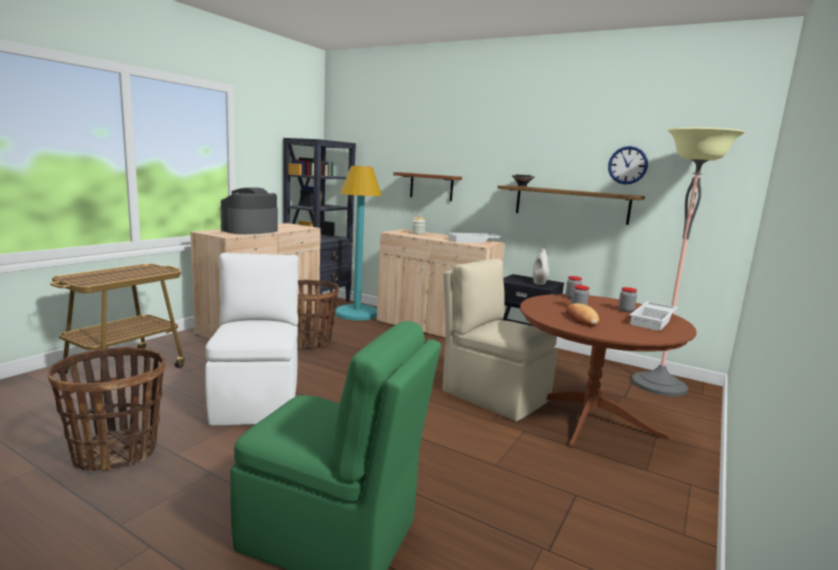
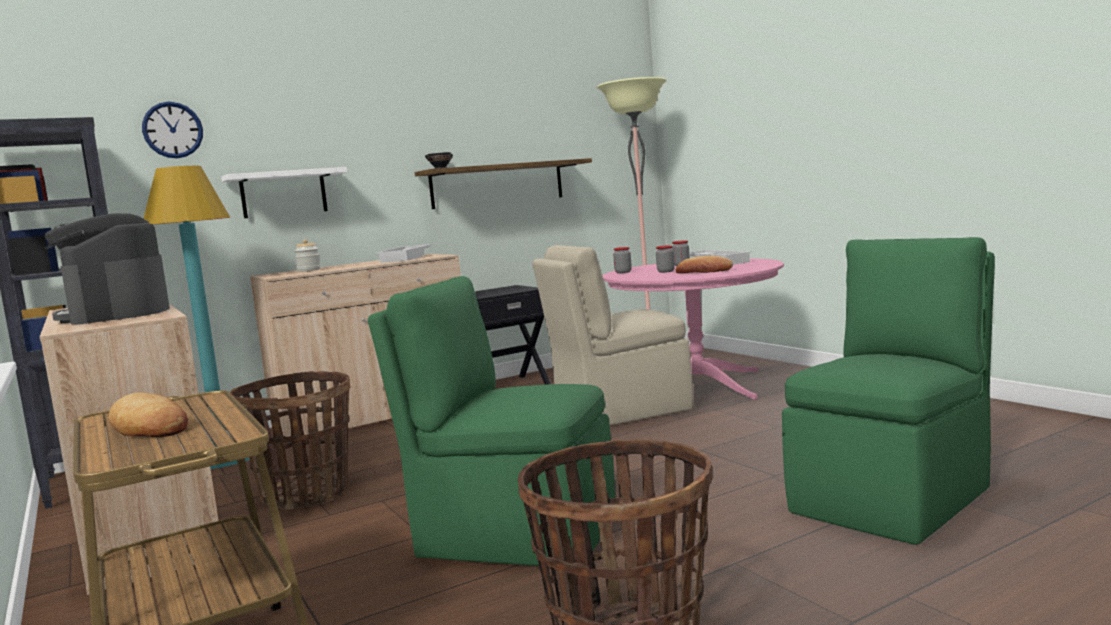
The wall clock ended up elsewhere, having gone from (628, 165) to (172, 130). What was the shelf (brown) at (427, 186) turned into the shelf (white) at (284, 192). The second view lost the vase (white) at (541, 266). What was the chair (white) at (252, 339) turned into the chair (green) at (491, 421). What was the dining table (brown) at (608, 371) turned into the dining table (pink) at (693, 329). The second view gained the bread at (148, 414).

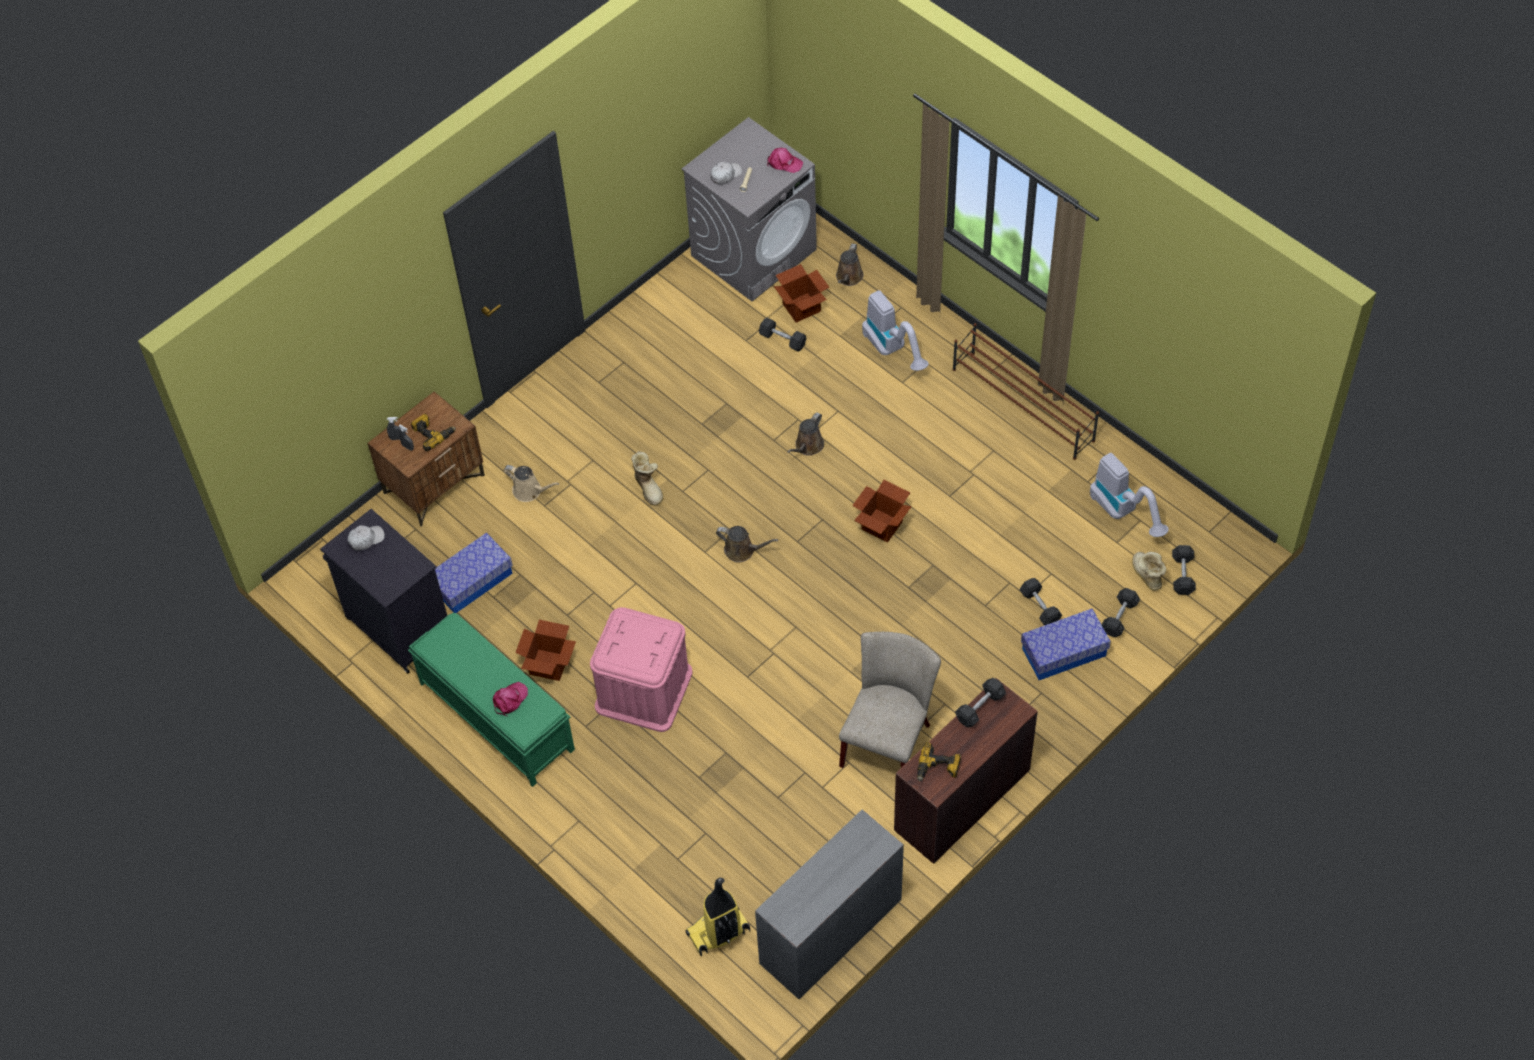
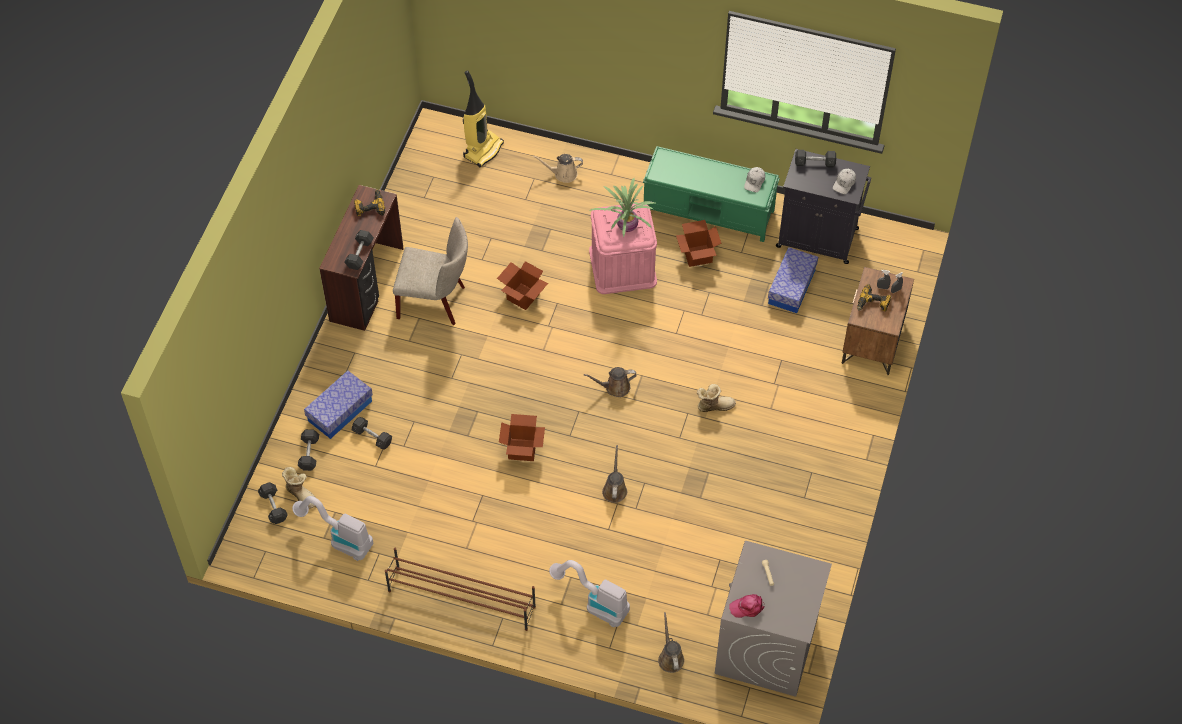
The cap (white) ended up elsewhere, having gone from (726, 173) to (754, 179). The cardboard box ended up elsewhere, having gone from (801, 293) to (522, 285). The dumbbell (grey) ended up elsewhere, having gone from (782, 334) to (815, 159). The boot at (647, 478) ended up facing another way, 135 degrees clockwise from before. The watering can (beige) ended up elsewhere, having gone from (531, 483) to (558, 168). The chair (beige) at (890, 700) ended up facing another way, 75 degrees counterclockwise from before. The second view lost the cap (pink) at (510, 699). The second view lost the desk (grey) at (829, 904). The second view gained the potted plant at (623, 208).

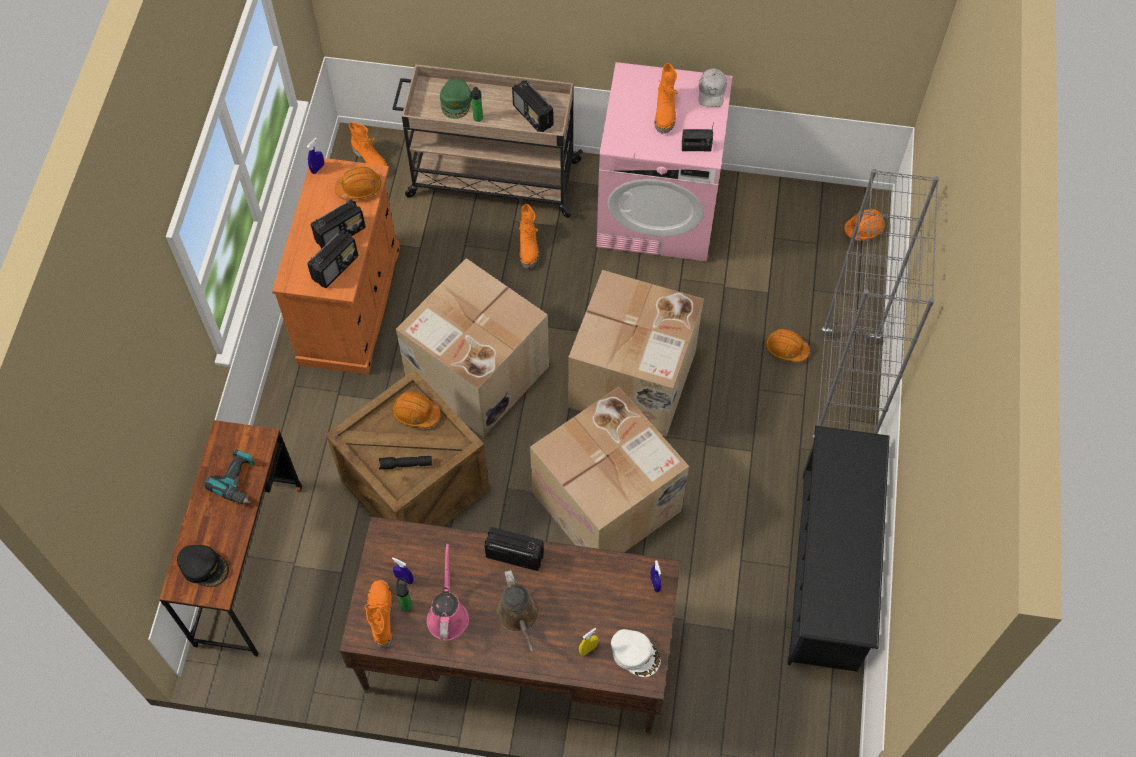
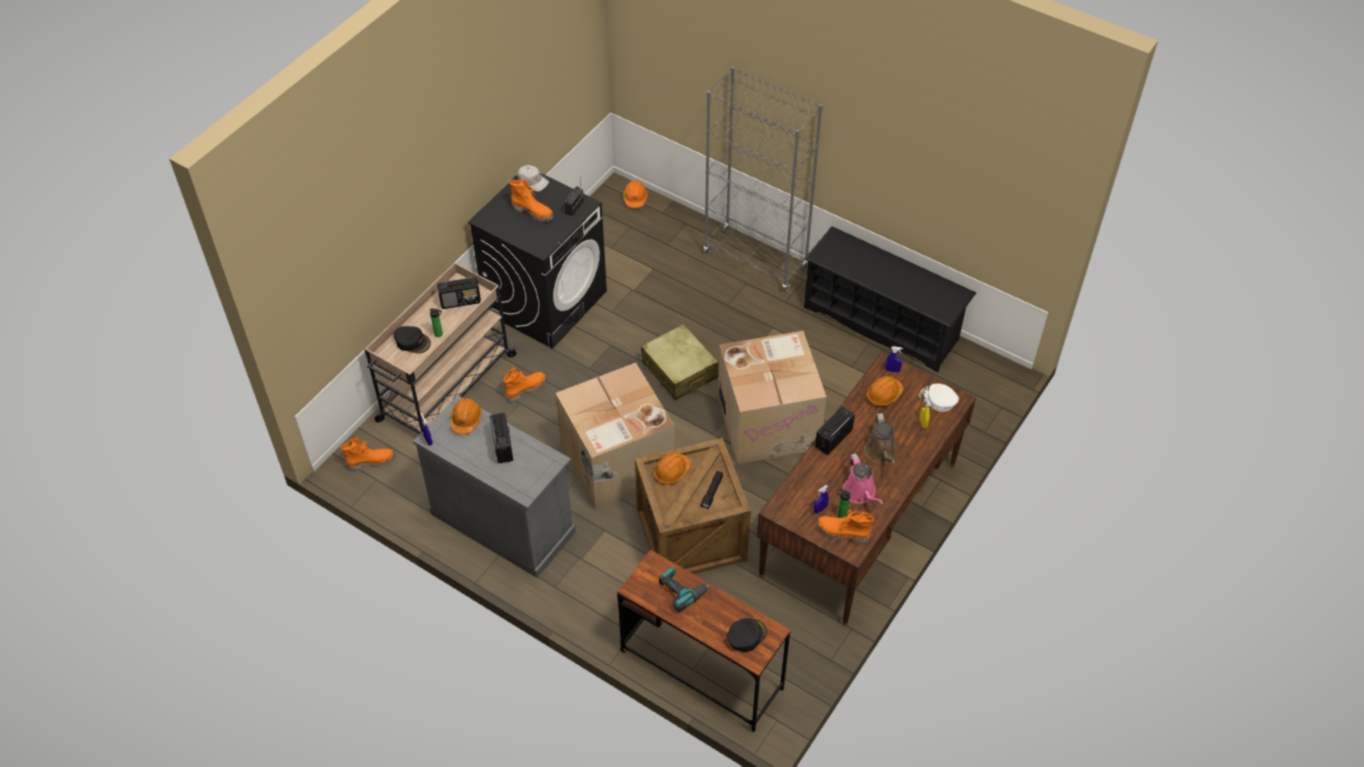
What was the washing machine (pink) at (665, 161) turned into the washing machine (black) at (537, 261). What was the cap (green) at (456, 98) turned into the cap (black) at (412, 339). What was the cabinet (orange) at (336, 266) turned into the cabinet (grey) at (494, 486). The boot (orange) at (529, 236) ended up facing another way, 60 degrees counterclockwise from before. The second view lost the radio at (332, 259). Where the cardboard box stood at (636, 353), the suitcase (beige) came to stand at (679, 362). The hard hat (orange) ended up elsewhere, having gone from (788, 345) to (884, 391). The watering can (pink) at (448, 592) ended up facing another way, 135 degrees counterclockwise from before. The watering can (brown) at (517, 611) ended up facing another way, 75 degrees clockwise from before. The cap (white) at (636, 653) ended up facing another way, 120 degrees counterclockwise from before.

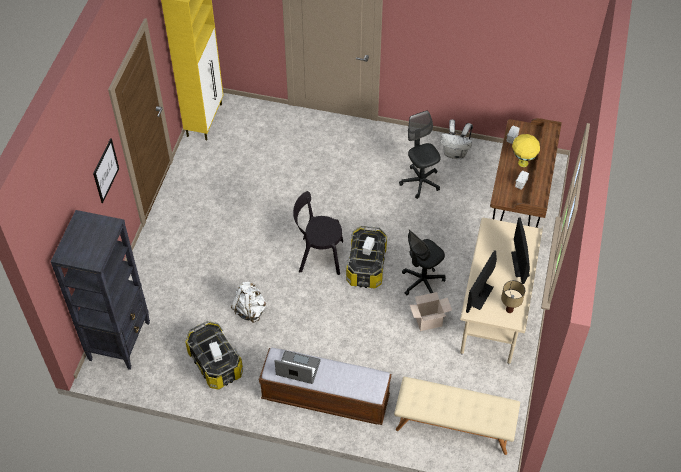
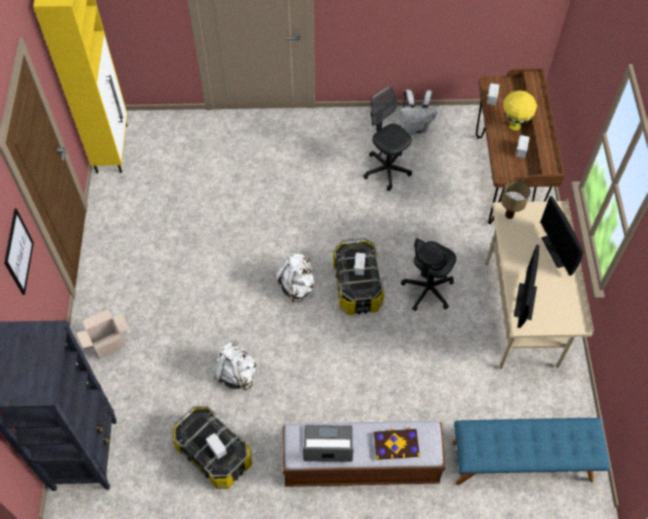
Where the chair (black) stood at (318, 233), the backpack (white) came to stand at (294, 278). The table lamp ended up elsewhere, having gone from (513, 296) to (515, 199). The cardboard box ended up elsewhere, having gone from (431, 311) to (102, 334). What was the bench (beige) at (457, 416) turned into the bench (blue) at (531, 451). The second view gained the book at (396, 443).

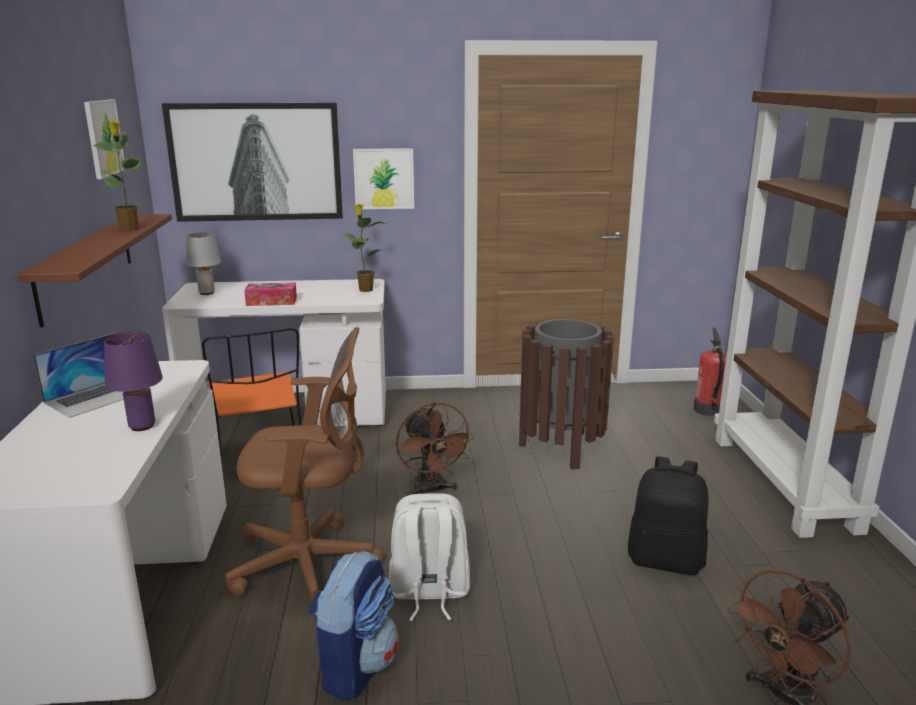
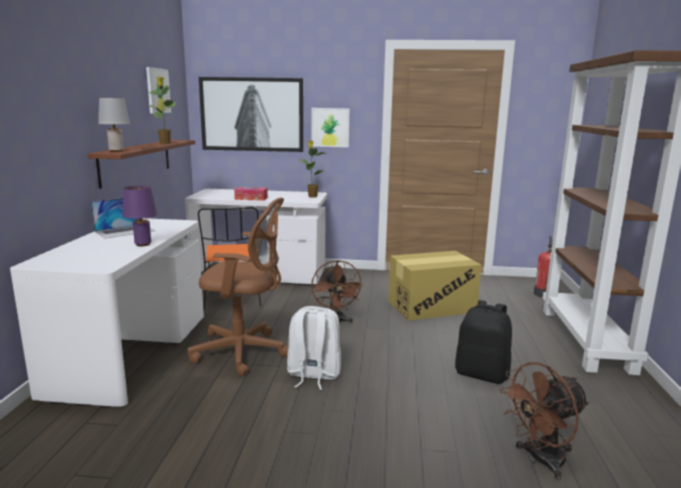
The table lamp (grey) ended up elsewhere, having gone from (203, 263) to (114, 125). Where the trash can (brown) stood at (566, 394), the cardboard box came to stand at (434, 286). The second view lost the backpack at (353, 626).

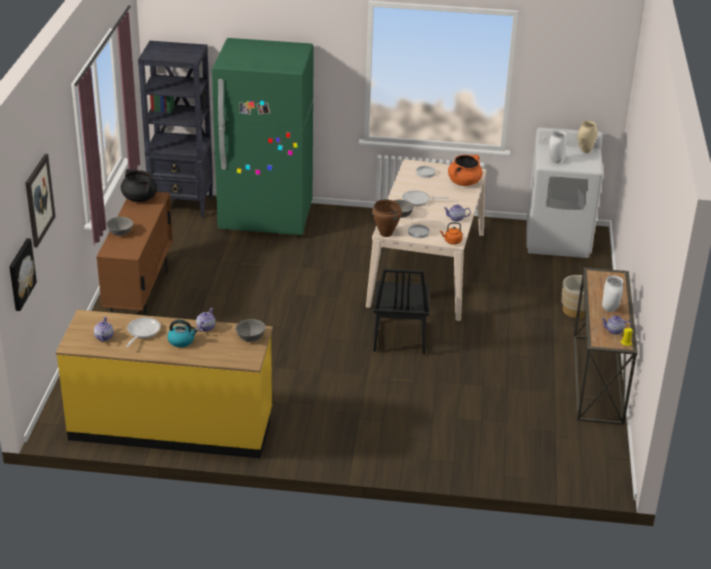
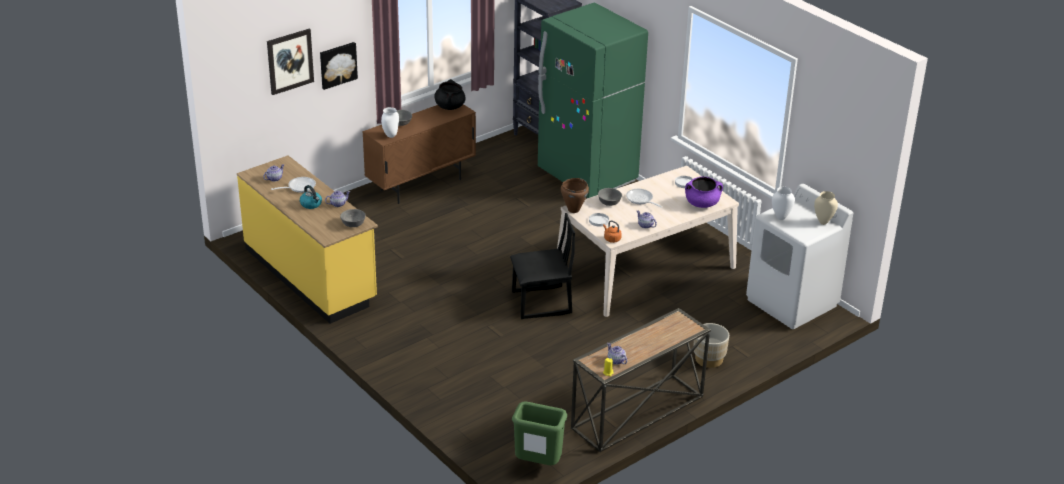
What was the cooking pot (orange) at (465, 170) turned into the cooking pot (purple) at (704, 192). The picture ended up elsewhere, having gone from (23, 274) to (339, 66). The chair (black) at (401, 311) ended up facing another way, 150 degrees counterclockwise from before. The vase (white) ended up elsewhere, having gone from (613, 294) to (390, 122). The second view gained the trash can (green) at (539, 433).

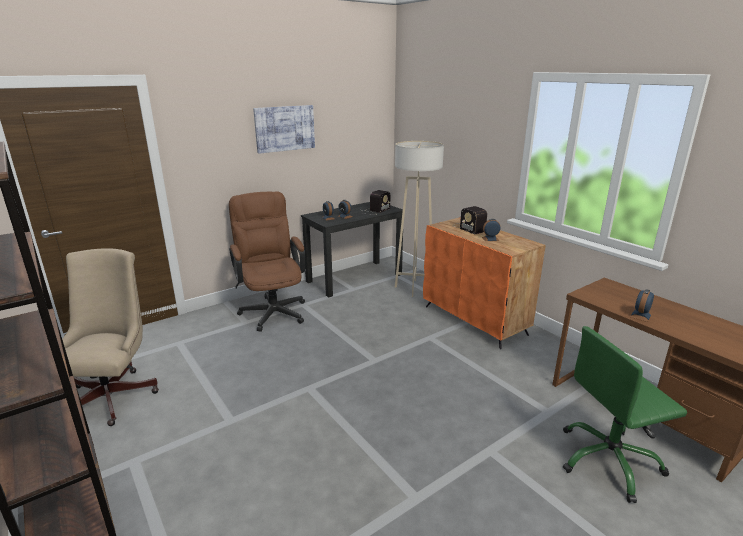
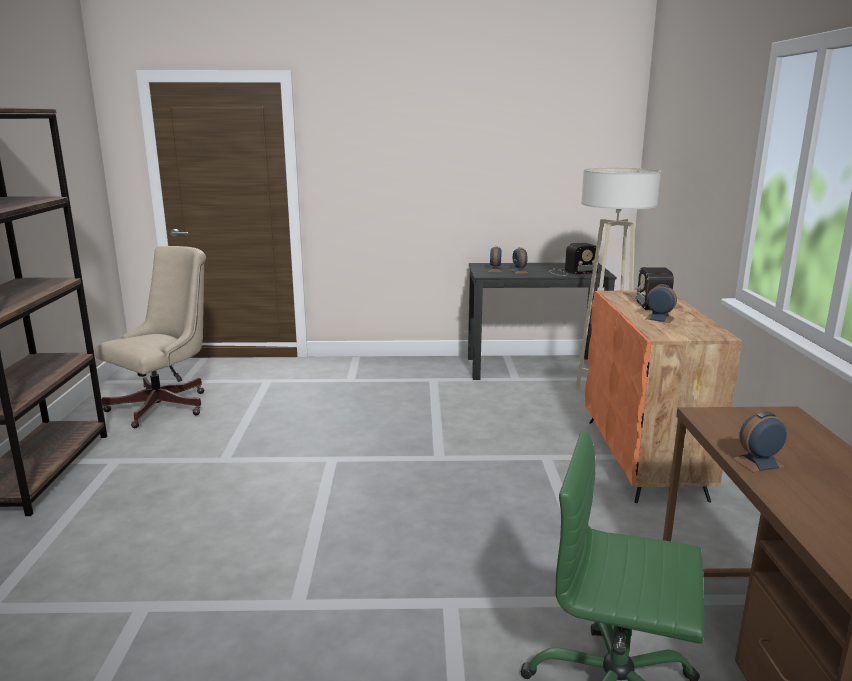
The second view lost the picture at (284, 129). The second view lost the office chair (brown) at (267, 262).

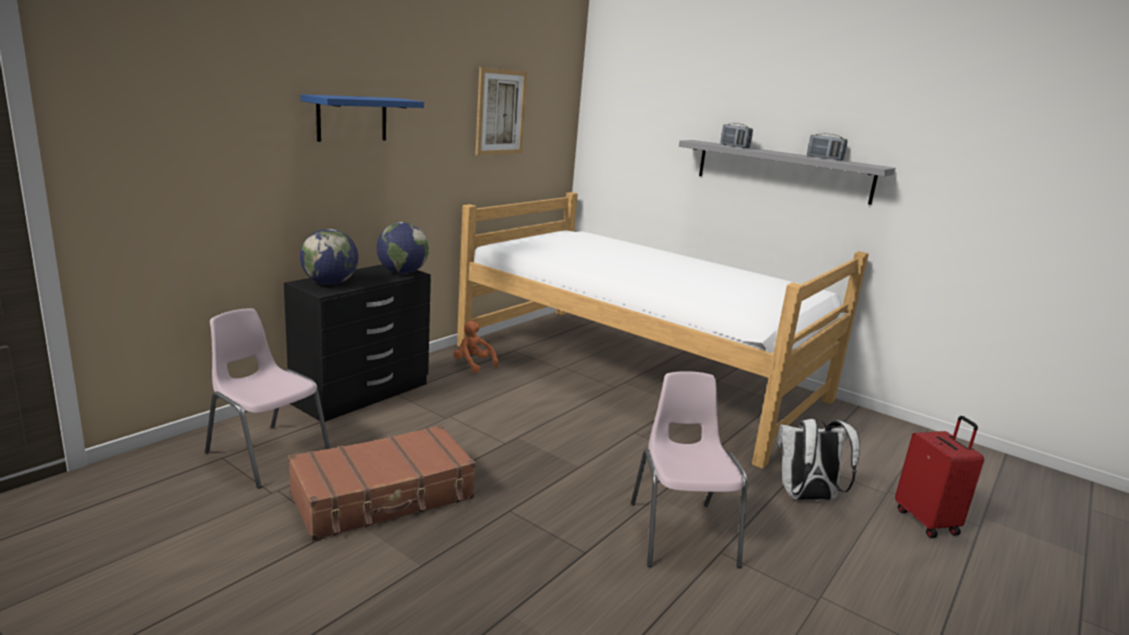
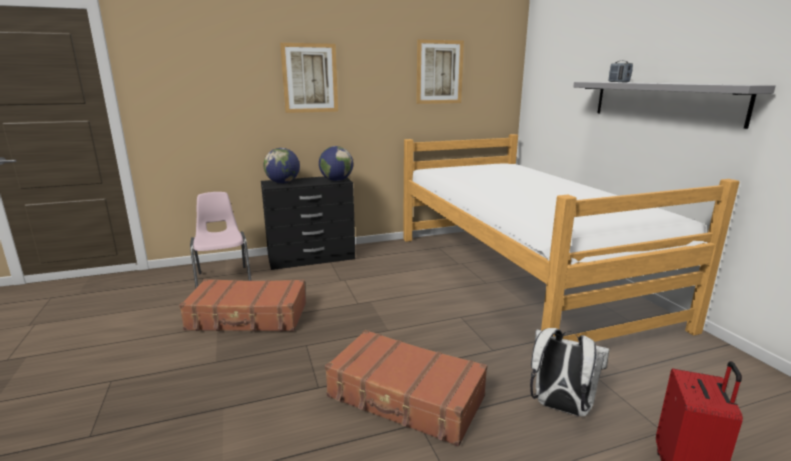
Where the shelf (blue) hung at (362, 118), the picture came to hang at (309, 78). The second view lost the radio at (827, 147). The second view lost the plush toy (orange) at (476, 347). Where the chair (pink) stood at (689, 469), the suitcase (brown) came to stand at (406, 388).

